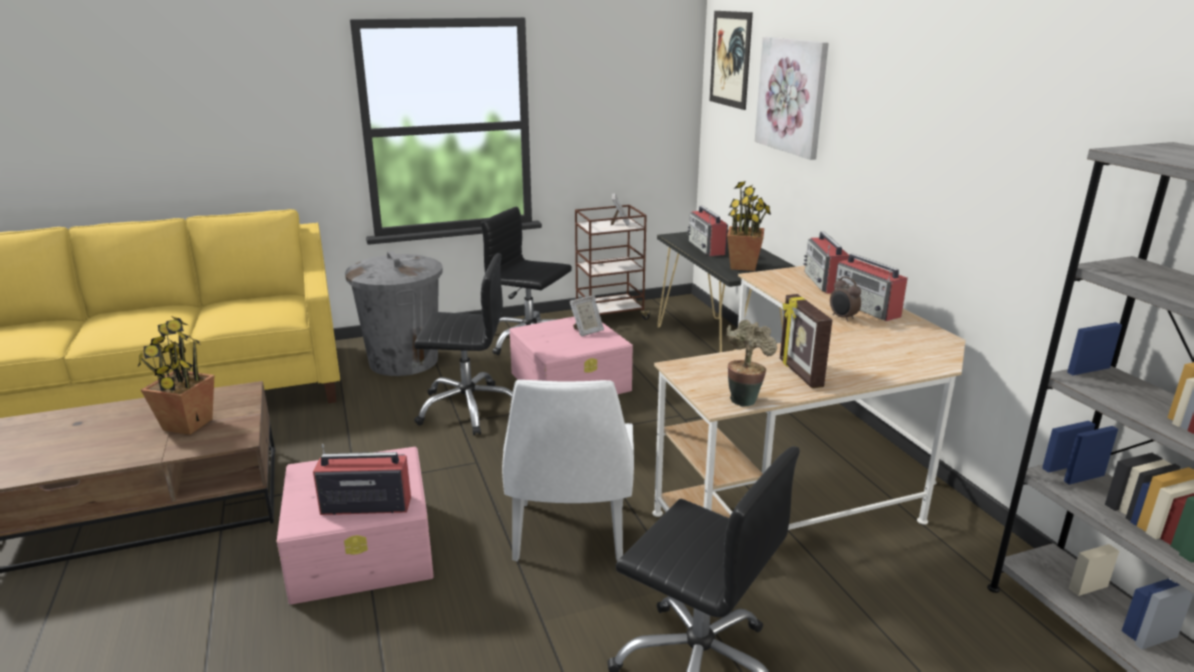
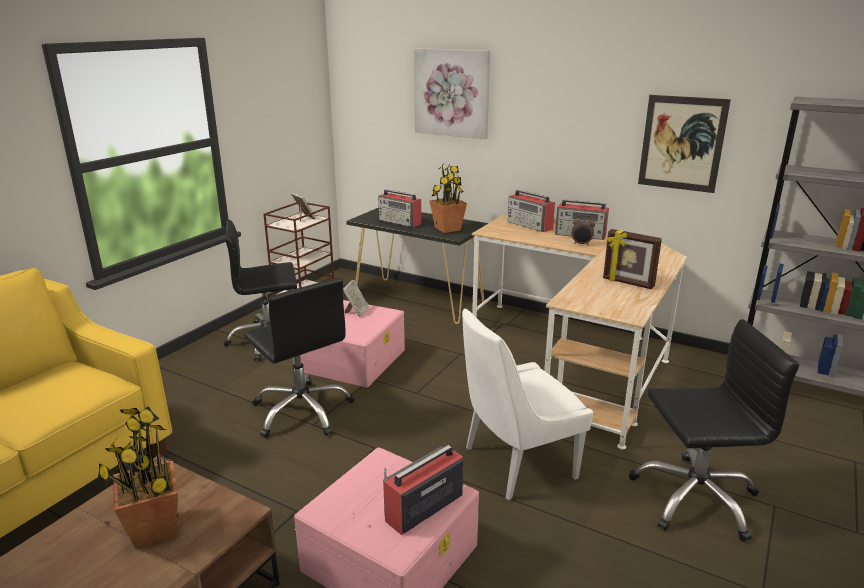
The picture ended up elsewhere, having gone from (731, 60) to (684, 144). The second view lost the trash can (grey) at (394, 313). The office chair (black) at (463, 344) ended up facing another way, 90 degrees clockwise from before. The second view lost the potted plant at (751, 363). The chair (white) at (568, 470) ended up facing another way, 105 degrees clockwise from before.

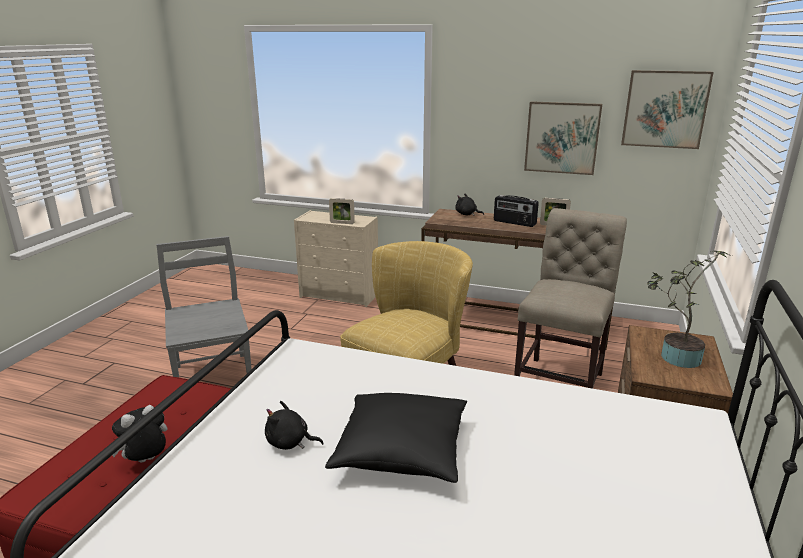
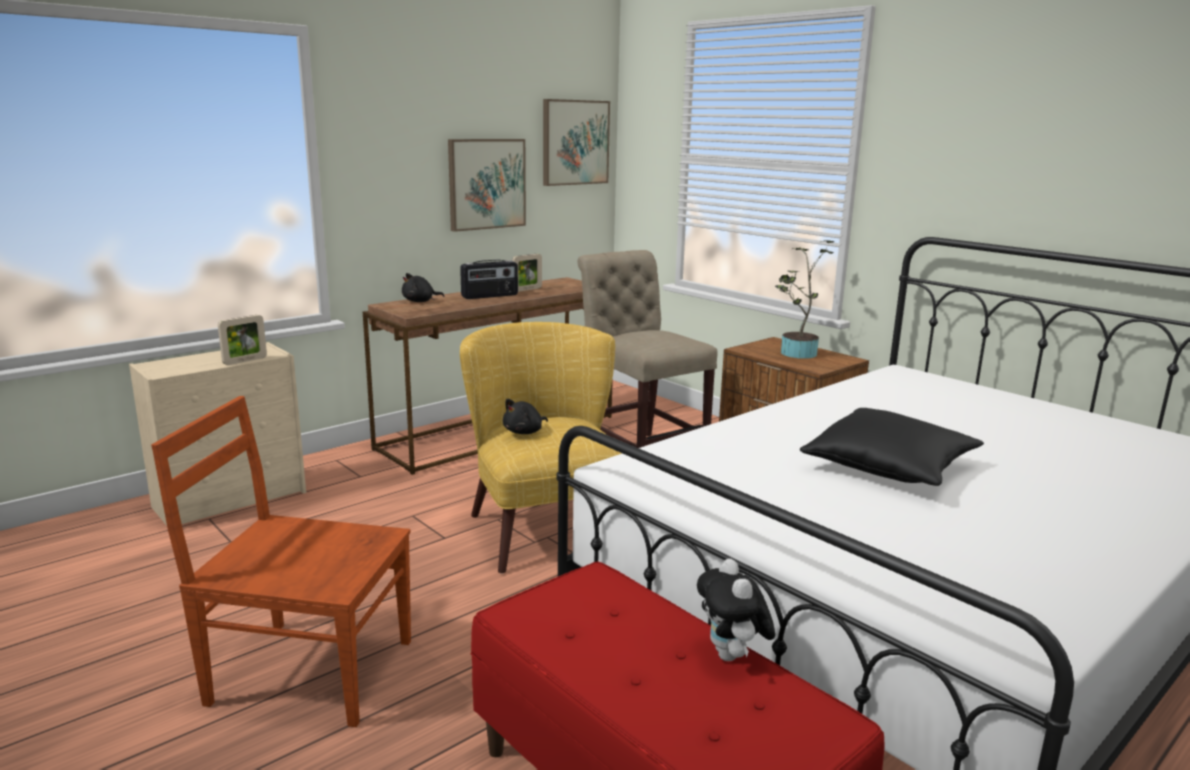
What was the chair (grey) at (204, 306) turned into the chair (brown) at (281, 561). The plush toy (black) ended up elsewhere, having gone from (294, 425) to (525, 416).

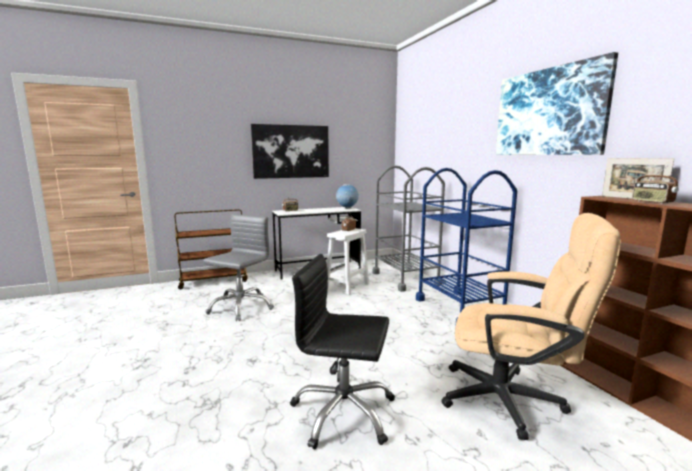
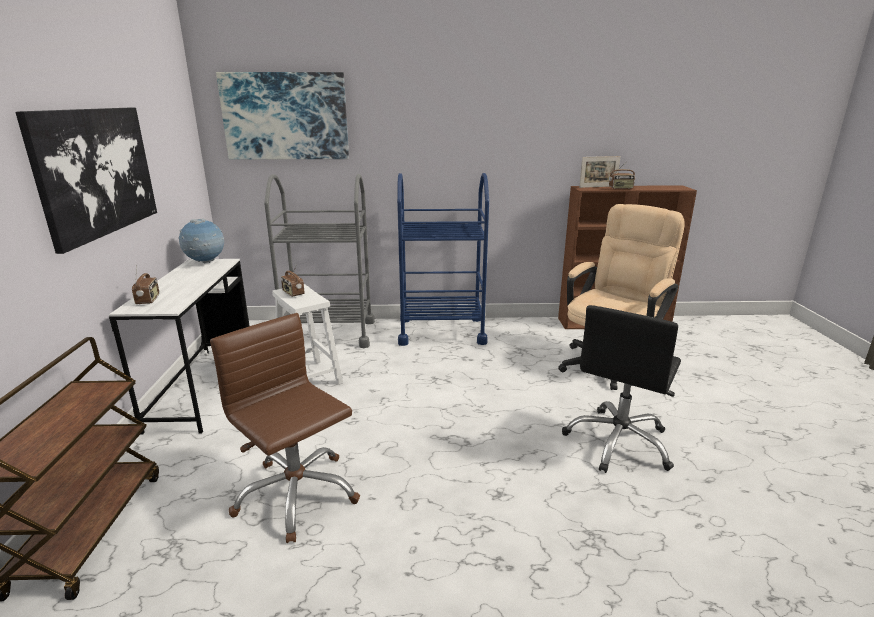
The picture ended up elsewhere, having gone from (557, 103) to (282, 115). What was the office chair (grey) at (238, 267) turned into the office chair (brown) at (285, 428).

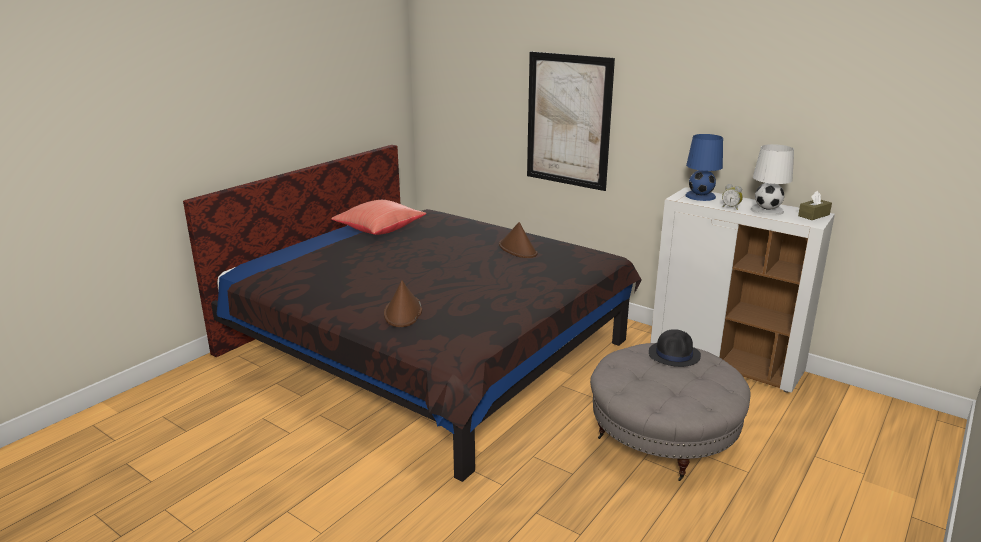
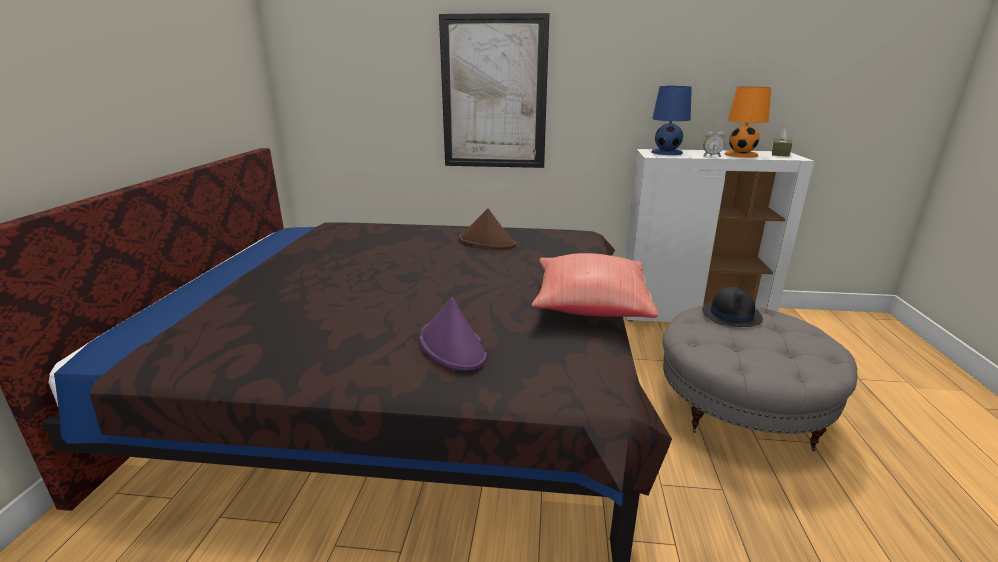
What was the table lamp (white) at (772, 180) turned into the table lamp (orange) at (748, 122). The pillow (red) ended up elsewhere, having gone from (378, 217) to (595, 285). What was the hat (brown) at (403, 303) turned into the hat (purple) at (453, 334).

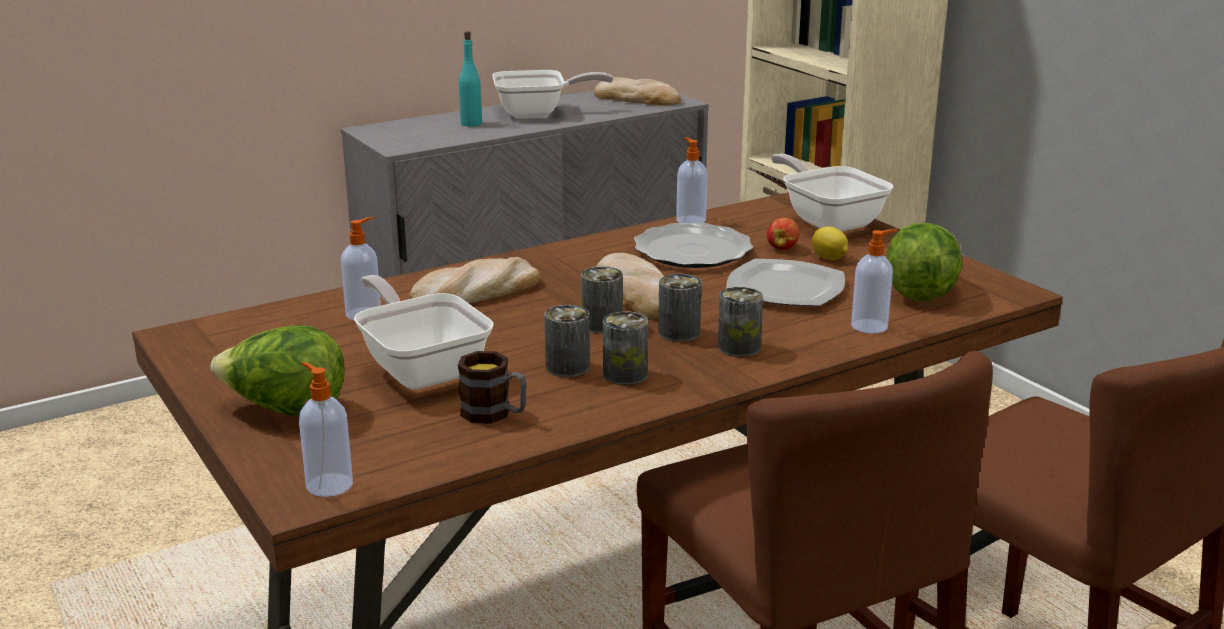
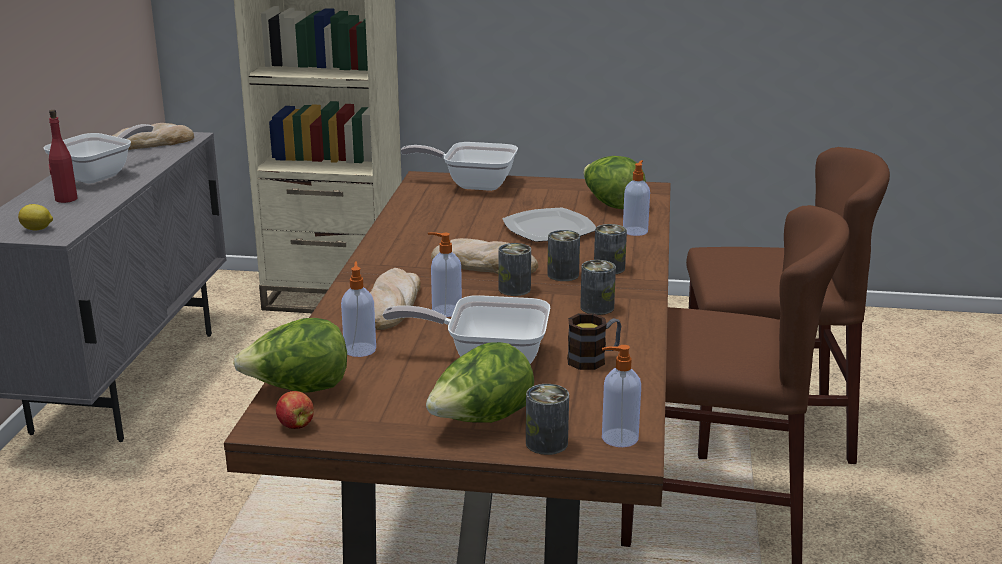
What was the bottle (turquoise) at (470, 79) turned into the bottle (red) at (63, 156). The soap dispenser ended up elsewhere, having gone from (691, 180) to (445, 274). The apple ended up elsewhere, having gone from (783, 234) to (295, 410). The second view lost the plate at (693, 245). The lemon ended up elsewhere, having gone from (830, 243) to (35, 217). The can ended up elsewhere, having gone from (567, 341) to (547, 419). The second view gained the lettuce at (290, 355).

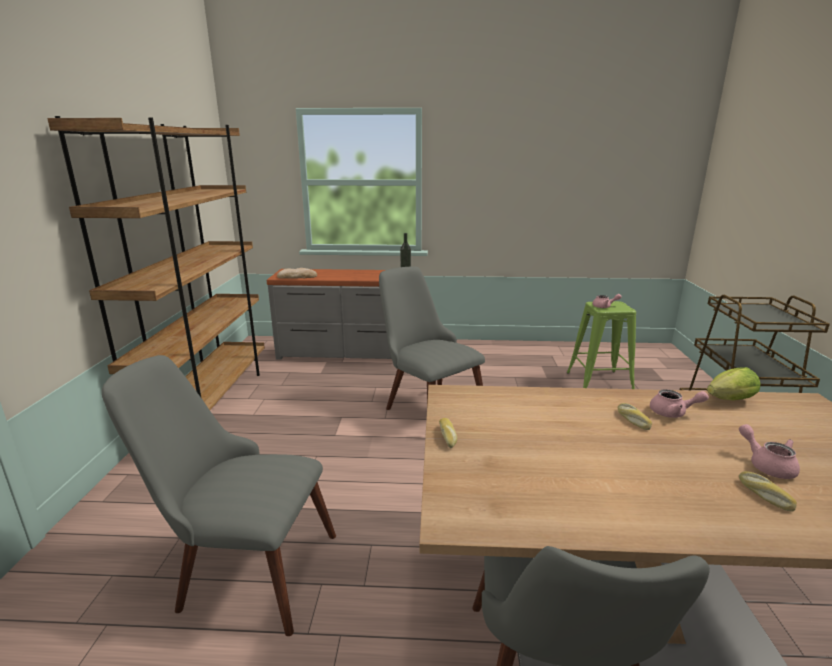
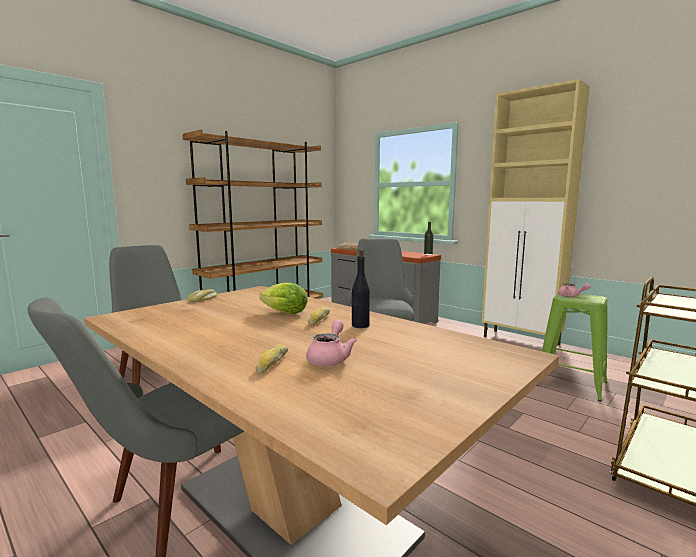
The lettuce ended up elsewhere, having gone from (733, 383) to (283, 298). Where the teapot (pink) stood at (679, 403), the bottle (black) came to stand at (361, 288). The second view gained the cabinet (beige) at (536, 212).

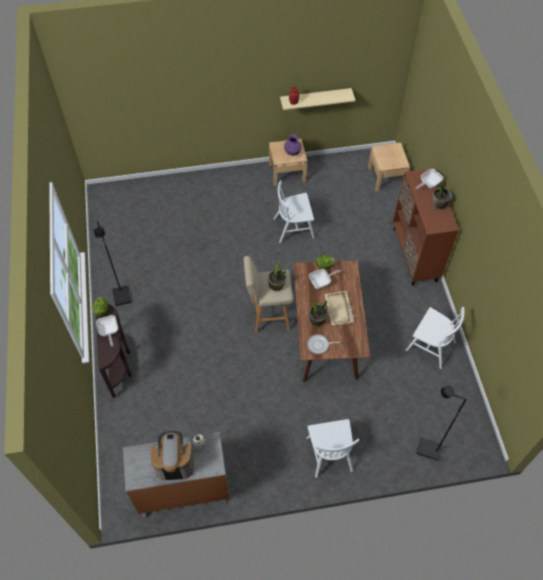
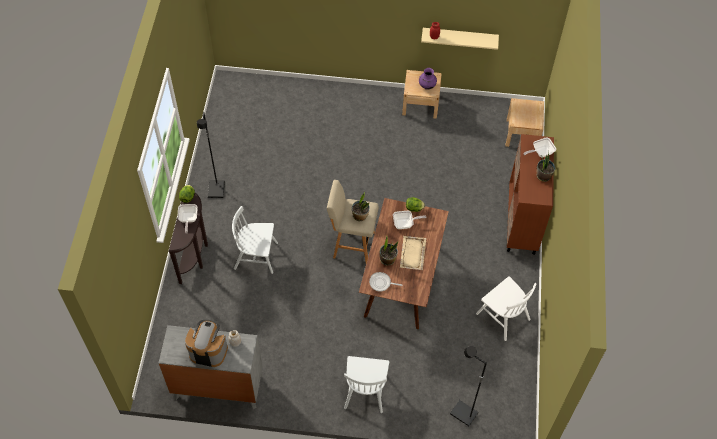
The chair (white) ended up elsewhere, having gone from (294, 211) to (255, 240).

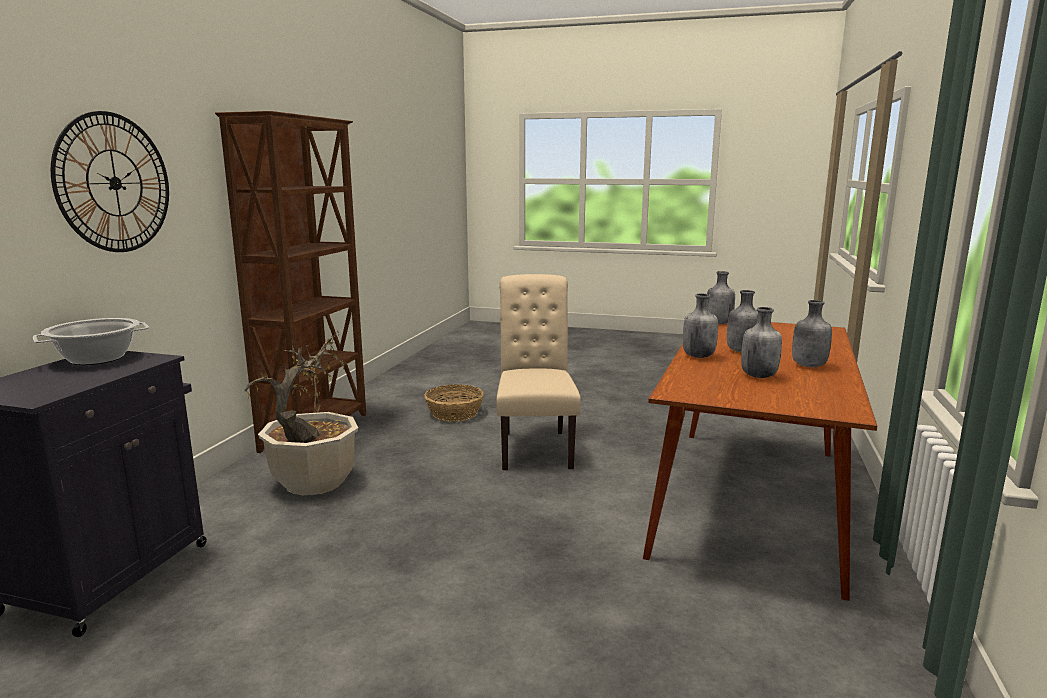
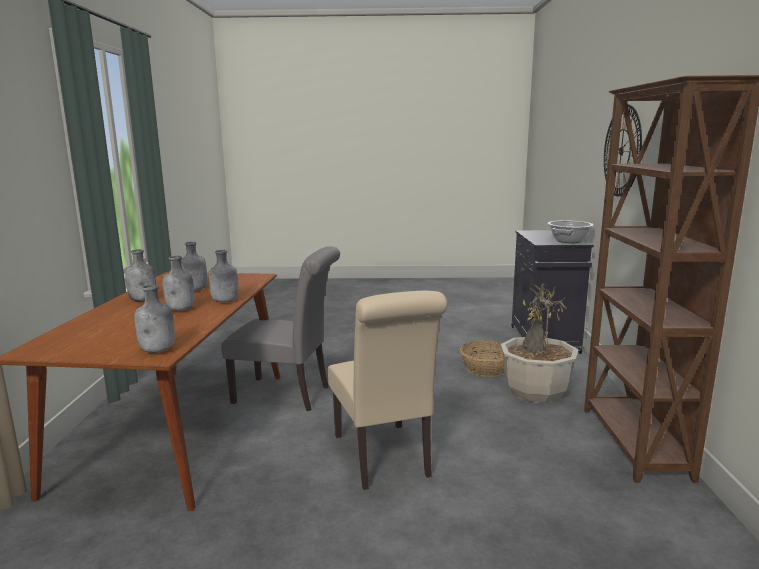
The basket ended up elsewhere, having gone from (454, 402) to (482, 359). The second view gained the chair (grey) at (280, 328).

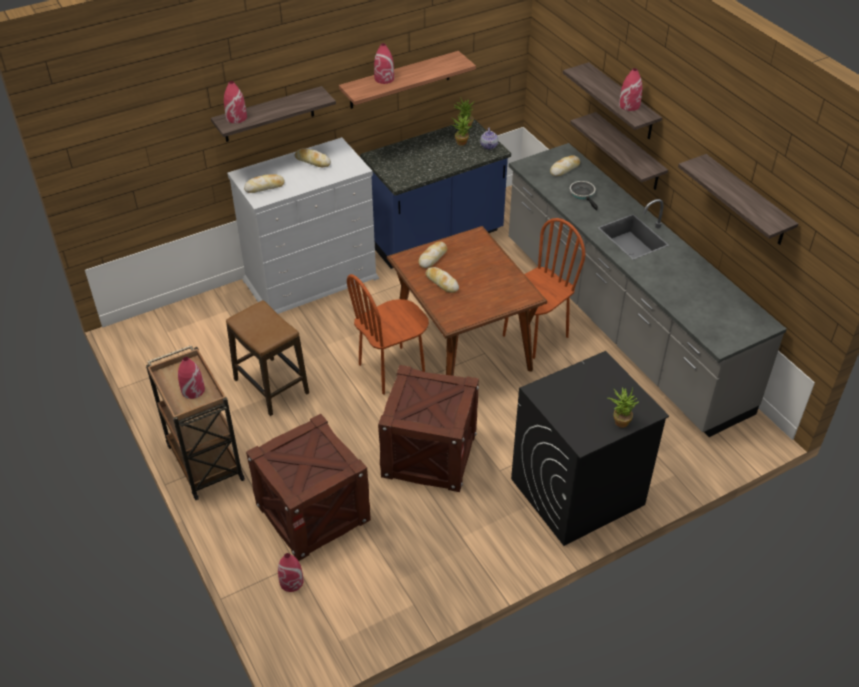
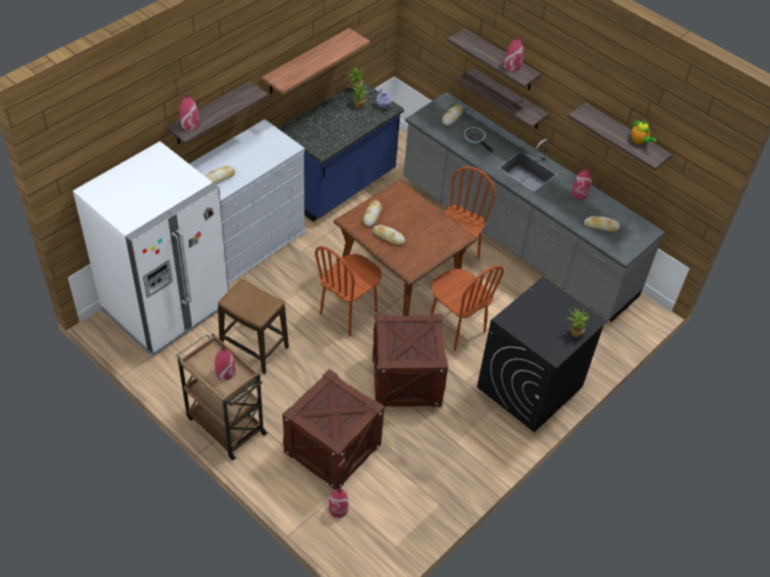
The vase (red) ended up elsewhere, having gone from (384, 63) to (582, 183). The bread ended up elsewhere, having gone from (313, 157) to (602, 224). The second view gained the teapot at (643, 133). The second view gained the fridge (white) at (151, 249). The second view gained the chair (brown) at (467, 308).

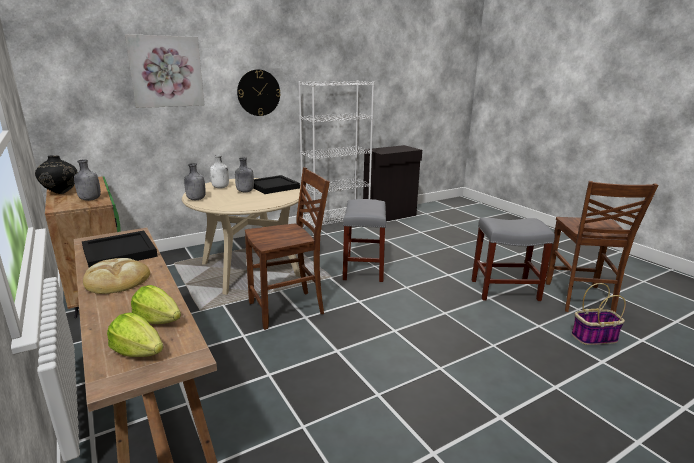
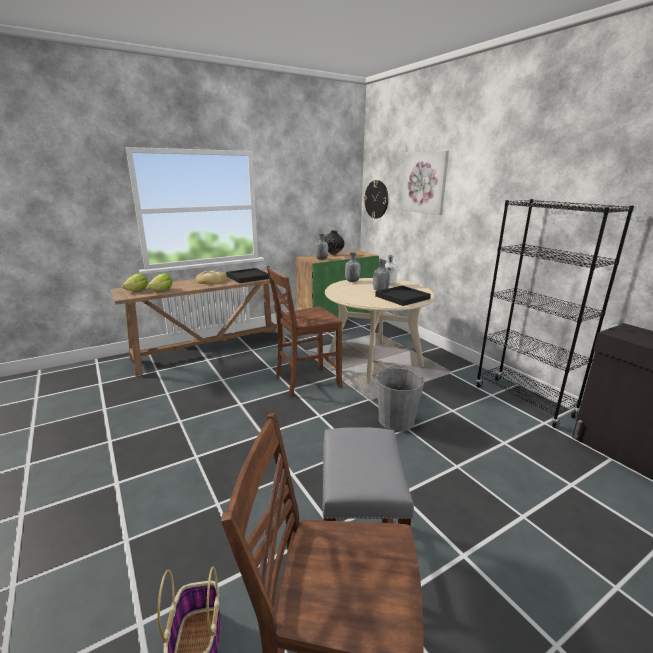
The wall clock ended up elsewhere, having gone from (259, 92) to (376, 199). What was the bookcase (white) at (336, 158) turned into the bookcase (black) at (555, 313). The chair (brown) at (287, 249) ended up facing another way, 90 degrees clockwise from before. Where the stool (grey) stood at (364, 240), the bucket (grey) came to stand at (400, 398).

